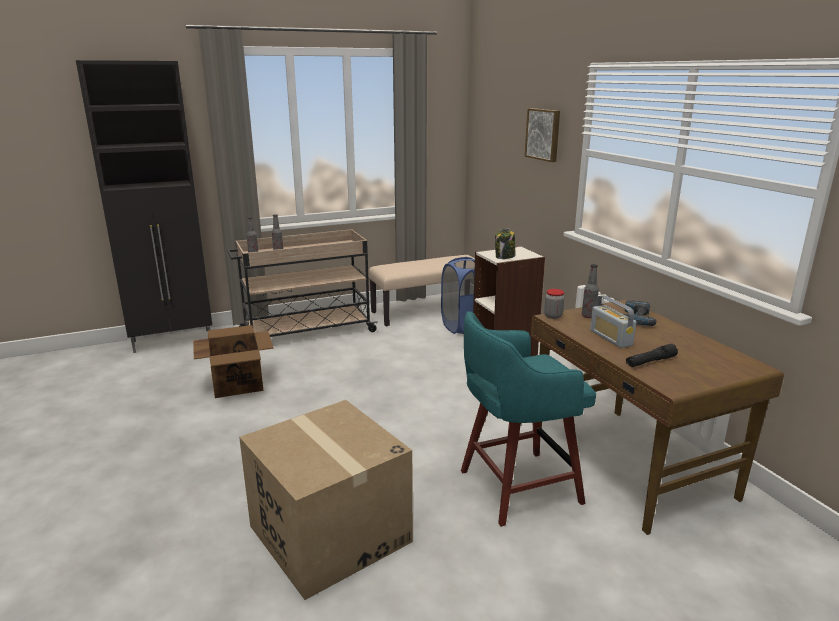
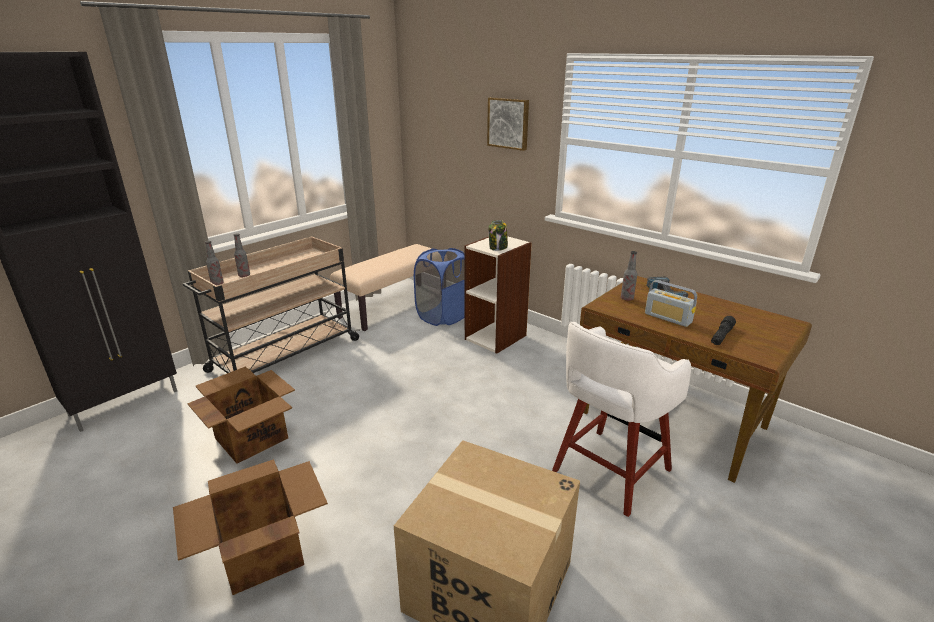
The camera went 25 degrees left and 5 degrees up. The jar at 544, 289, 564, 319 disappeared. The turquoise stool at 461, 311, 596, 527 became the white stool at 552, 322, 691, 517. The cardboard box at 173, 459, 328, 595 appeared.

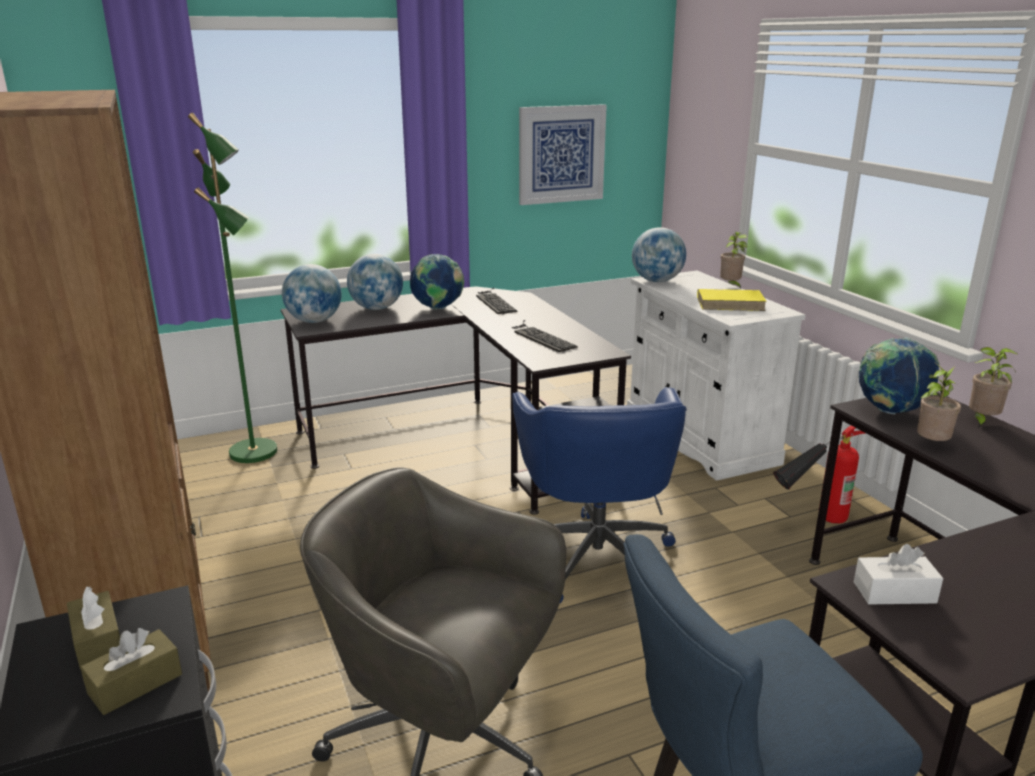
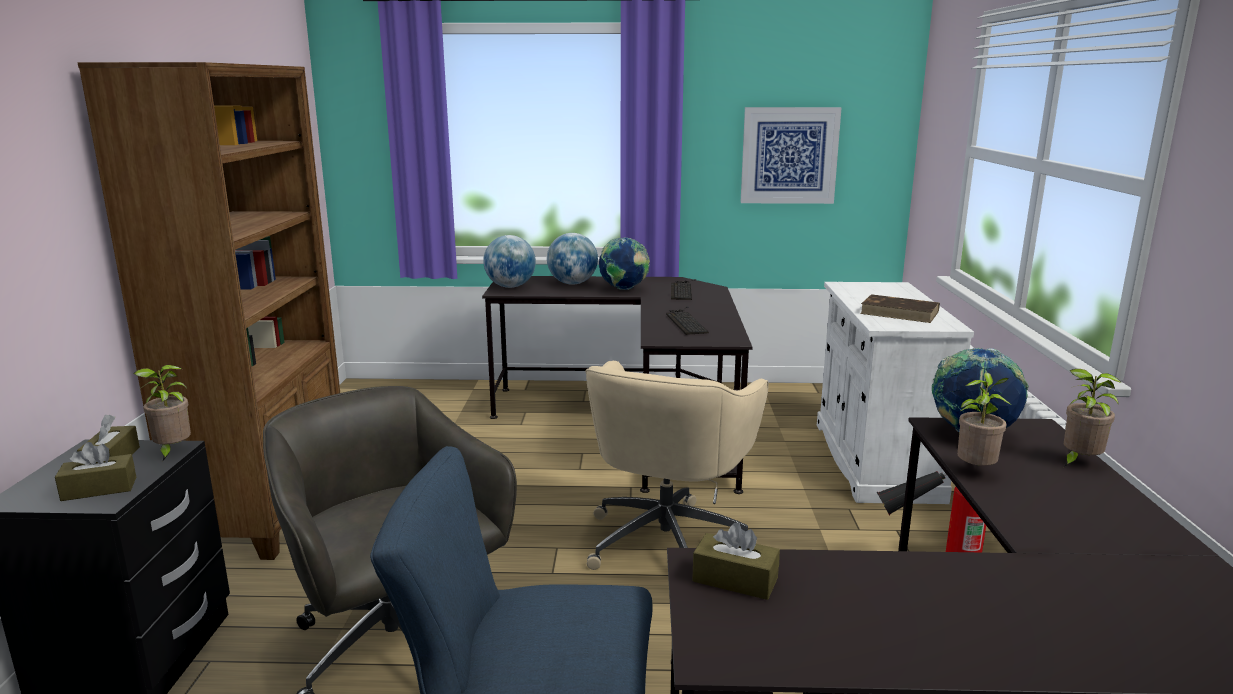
The camera went 25 degrees right and 5 degrees down. The green floor lamp at 188, 113, 277, 463 disappeared. The globe at 632, 227, 686, 282 disappeared. The potted plant moved from 720, 232, 747, 289 to 134, 365, 191, 461. The yellow book at 697, 289, 767, 311 became the brown book at 860, 294, 940, 323. The blue office chair at 512, 387, 687, 603 became the beige office chair at 585, 361, 769, 570. The white tissue box at 854, 544, 943, 604 became the brown tissue box at 692, 522, 780, 600.

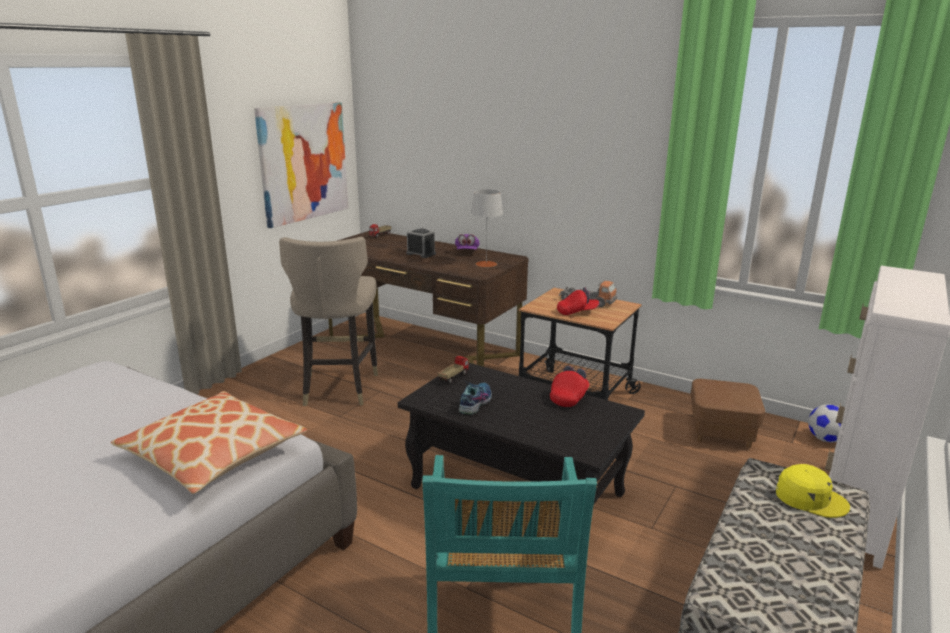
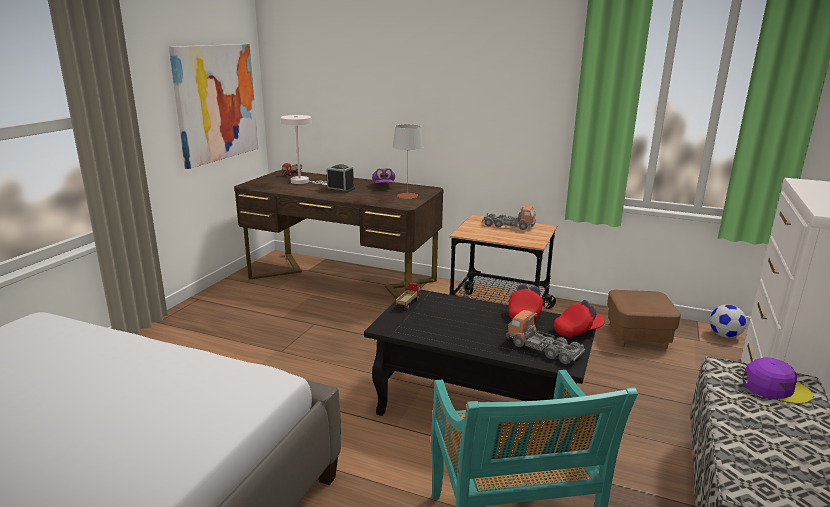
The camera went 10 degrees left and 0 degrees up. The beige stool at 279, 237, 378, 406 disappeared. The red cap moved from 557, 287, 599, 315 to 554, 300, 605, 338. The shoe at 459, 380, 492, 415 disappeared. The pillow at 111, 391, 307, 494 disappeared. The yellow cap at 776, 464, 850, 518 became the purple cap at 743, 357, 813, 404. The white table lamp at 280, 115, 327, 185 appeared. The toy truck at 506, 310, 585, 364 appeared.

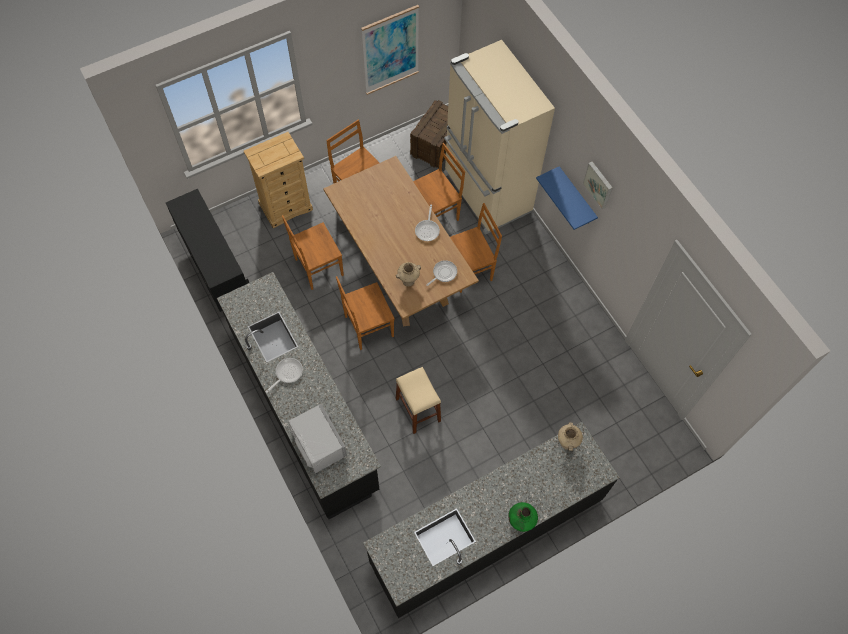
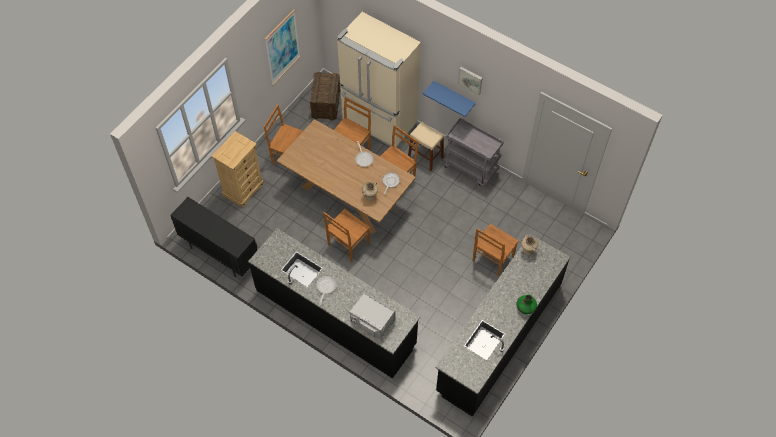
The camera went 25 degrees left and 5 degrees down. The brown chair moved from 282, 215, 344, 290 to 472, 224, 519, 277. The beige stool moved from 396, 367, 441, 434 to 408, 122, 444, 171. The grey cart at 444, 118, 504, 186 appeared.

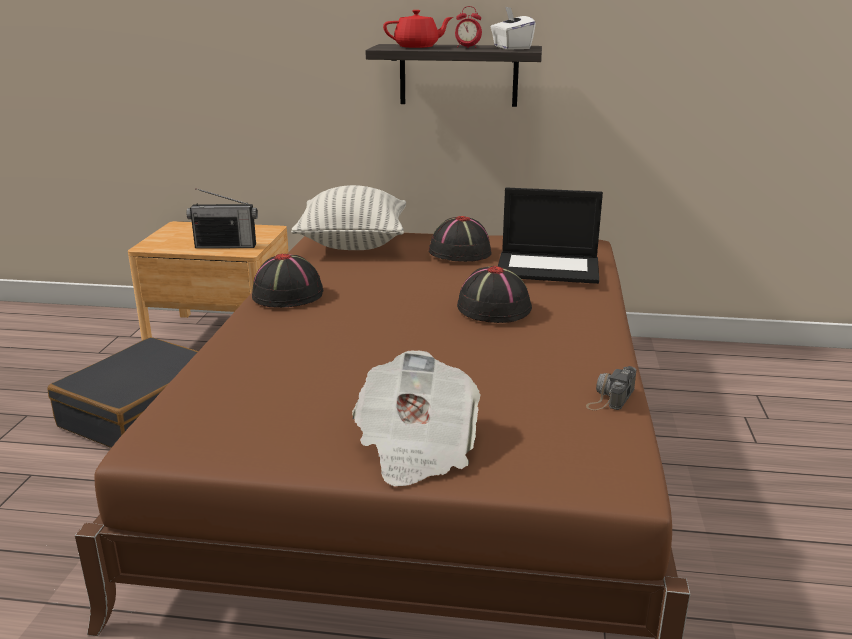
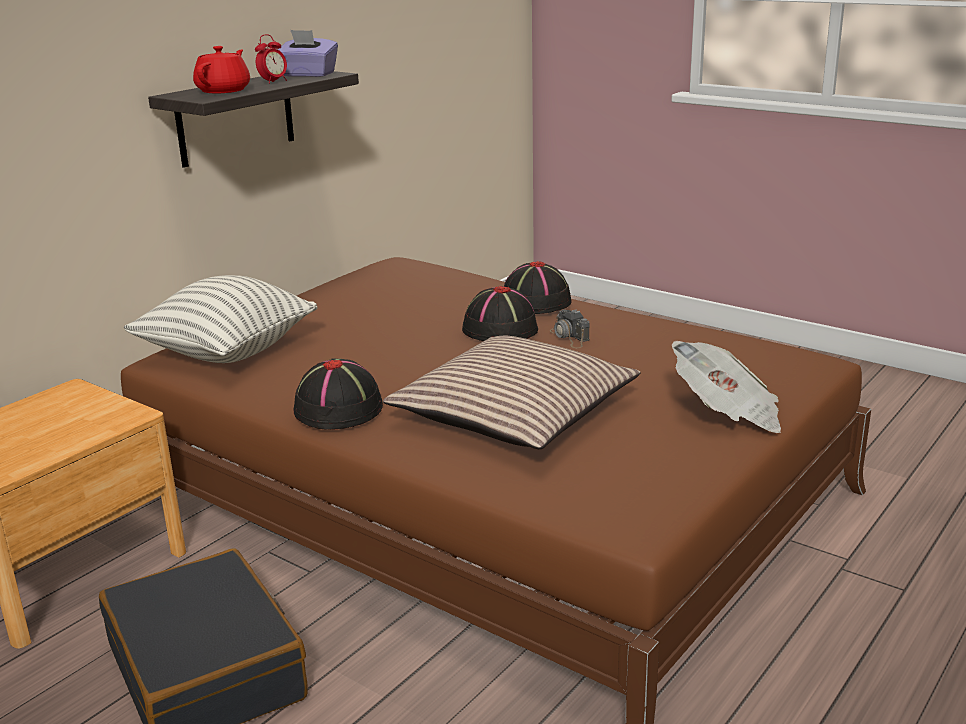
The camera went 60 degrees left and 0 degrees up. The white tissue box at 491, 6, 536, 50 became the purple tissue box at 278, 30, 338, 77. The laptop at 498, 187, 603, 284 disappeared. The radio at 186, 188, 258, 248 disappeared. The black hat moved from 429, 216, 492, 262 to 504, 261, 572, 314. The photo camera moved from 586, 366, 636, 410 to 550, 309, 589, 348. The pillow at 383, 336, 640, 449 appeared.

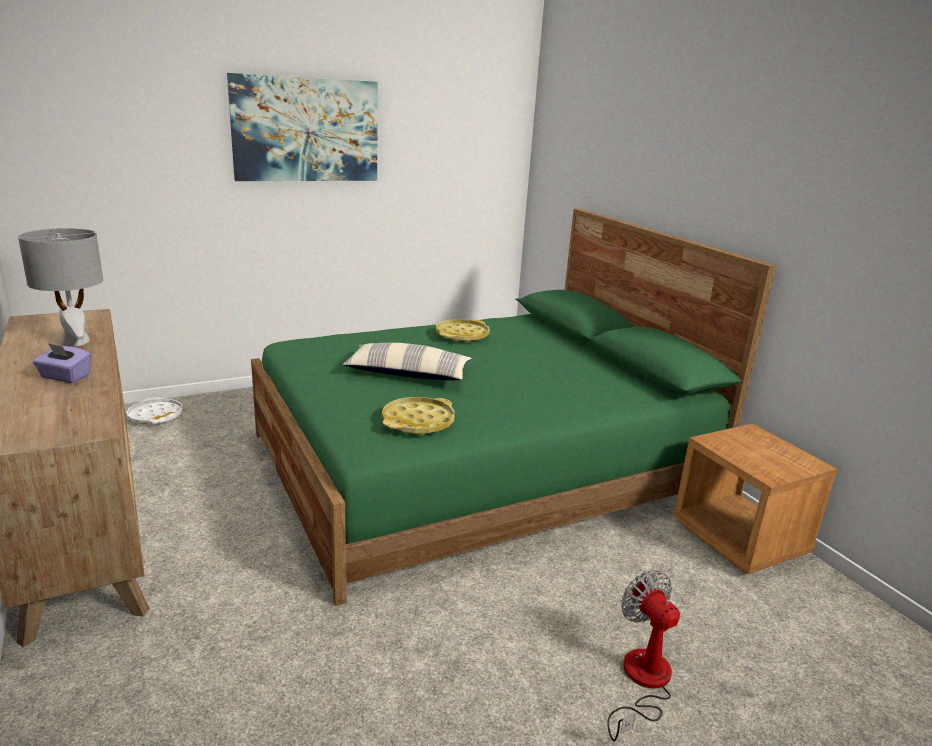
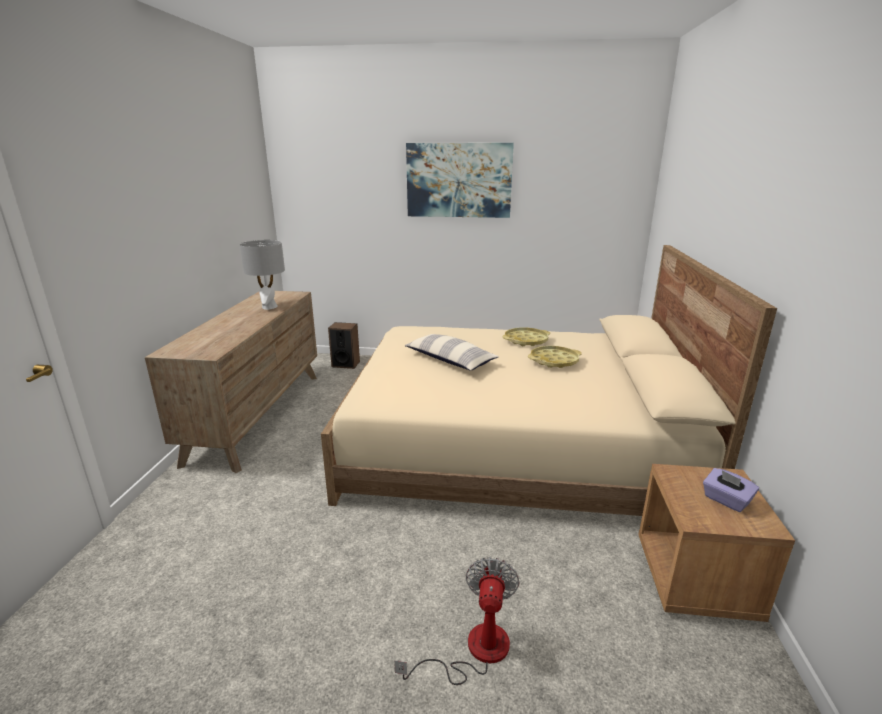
The camera went 35 degrees right and 0 degrees up. The green bed at 251, 209, 776, 606 became the beige bed at 321, 245, 777, 516. The purple tissue box moved from 33, 343, 92, 383 to 703, 468, 759, 512. The white tray at 127, 397, 183, 425 was replaced by the speaker at 328, 322, 360, 369. The yellow tray moved from 382, 397, 455, 435 to 528, 346, 582, 368.

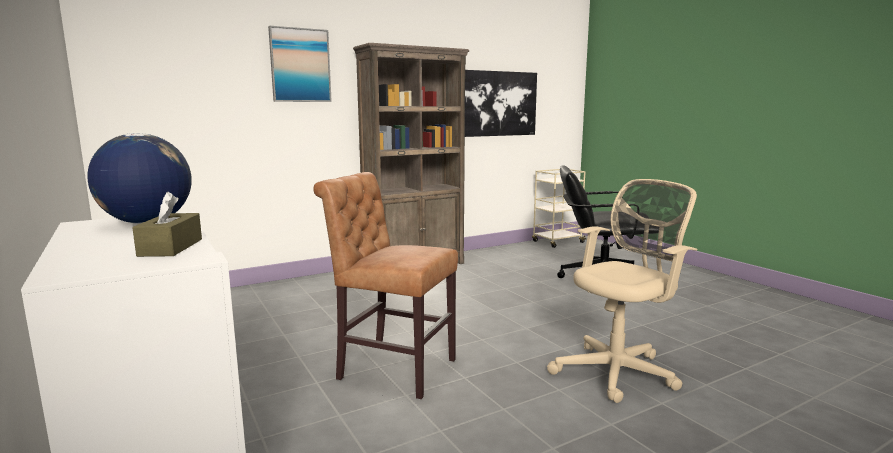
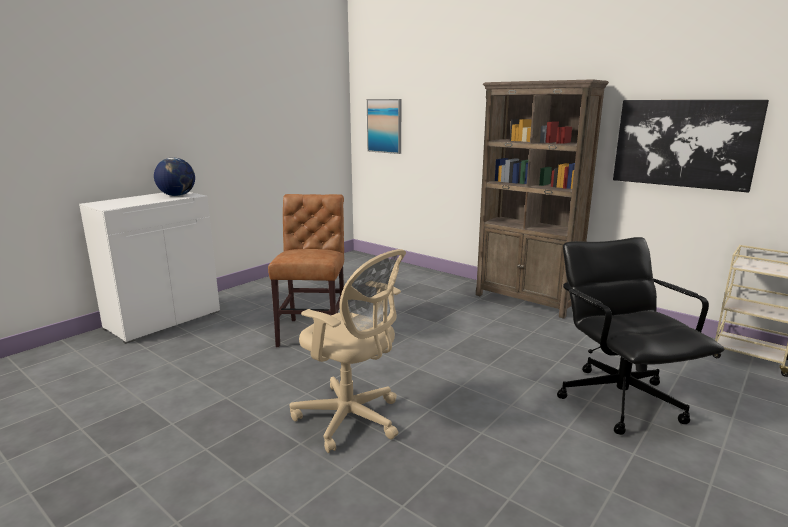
The camera went 70 degrees right and 5 degrees up. The picture moved from 268, 26, 332, 102 to 367, 99, 401, 154. The brown tissue box at 132, 192, 202, 257 disappeared.

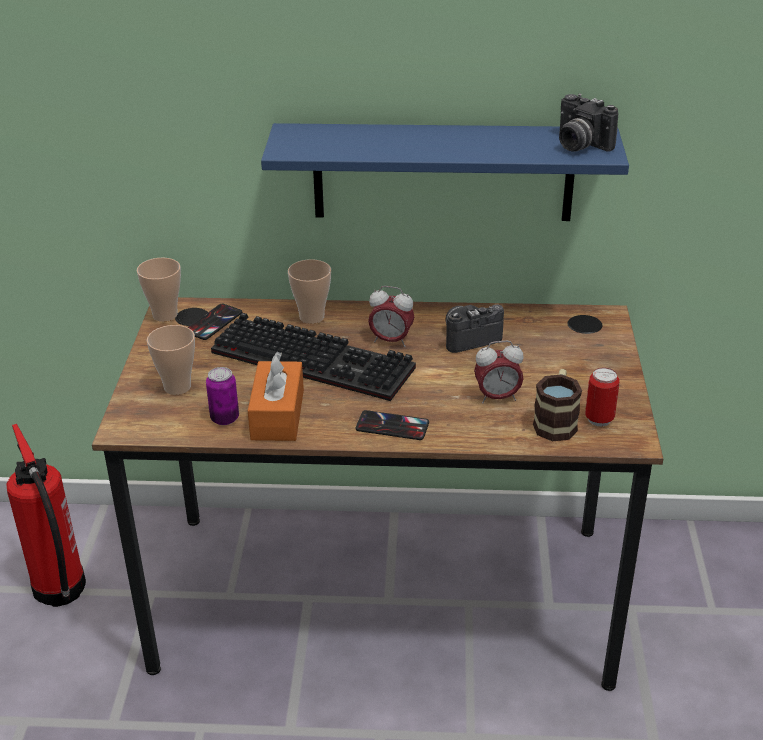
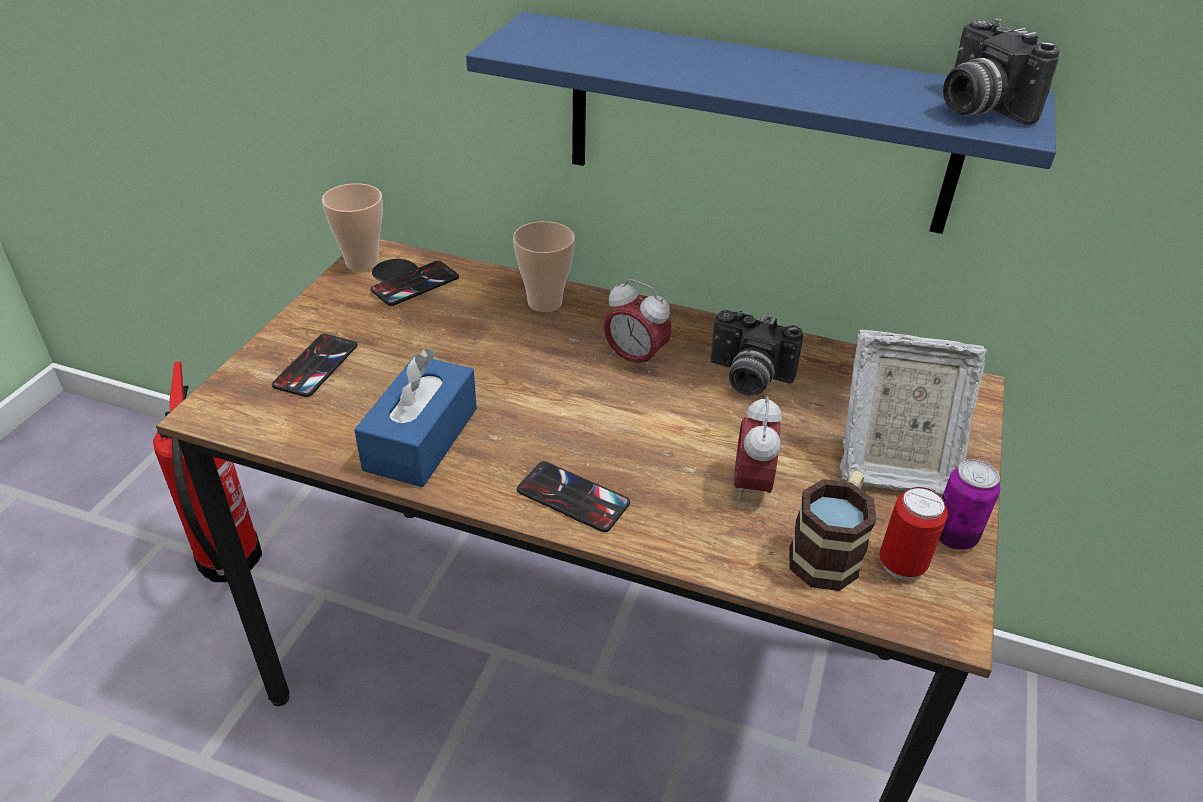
The camera went 15 degrees right and 5 degrees up. The photo camera at 446, 304, 504, 353 turned 150 degrees counterclockwise. The keyboard at 211, 313, 416, 401 disappeared. The cup at 147, 325, 195, 395 was replaced by the phone at 272, 334, 357, 397. The alarm clock at 474, 341, 524, 404 turned 90 degrees clockwise. The orange tissue box at 248, 352, 304, 441 became the blue tissue box at 354, 348, 477, 487. The can moved from 206, 367, 239, 425 to 939, 460, 1000, 550. The picture frame at 839, 330, 987, 497 appeared.

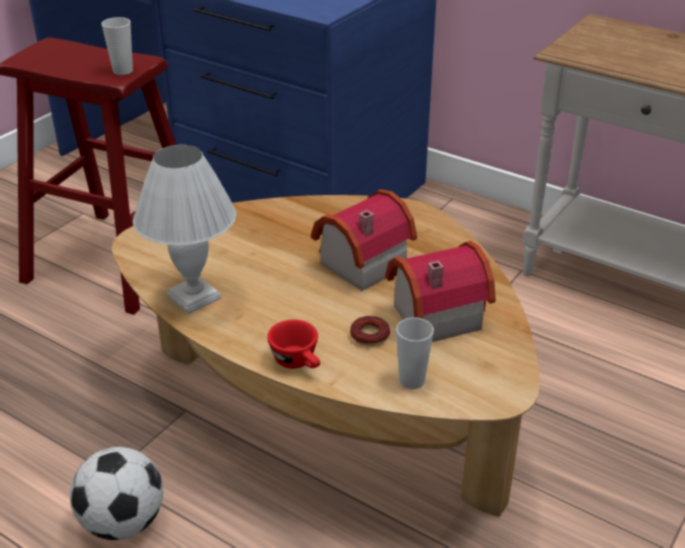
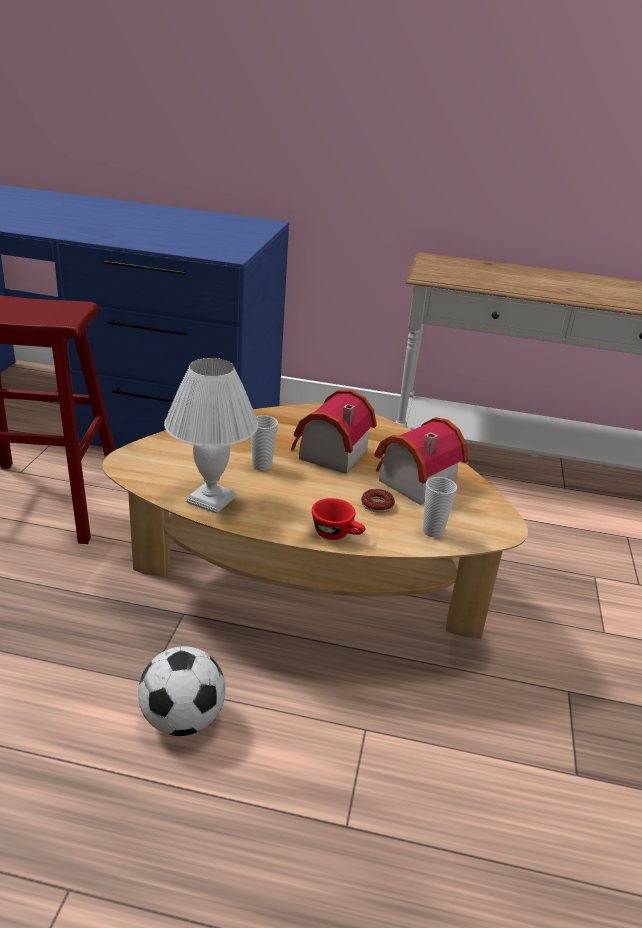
The camera went 25 degrees left and 5 degrees down. The cup moved from 102, 17, 133, 75 to 251, 415, 278, 471.

